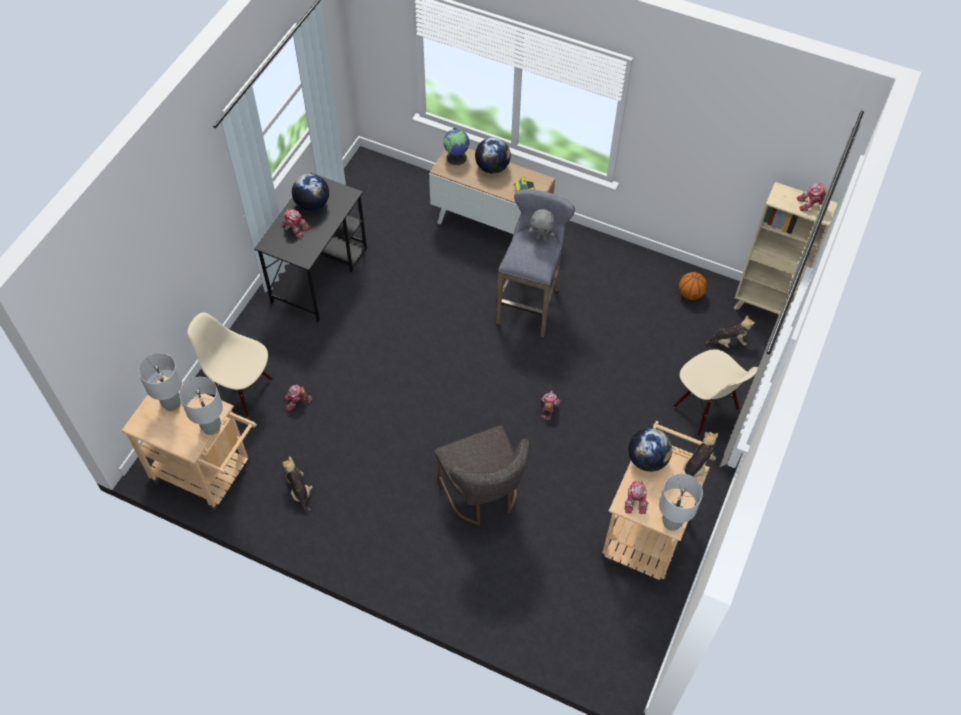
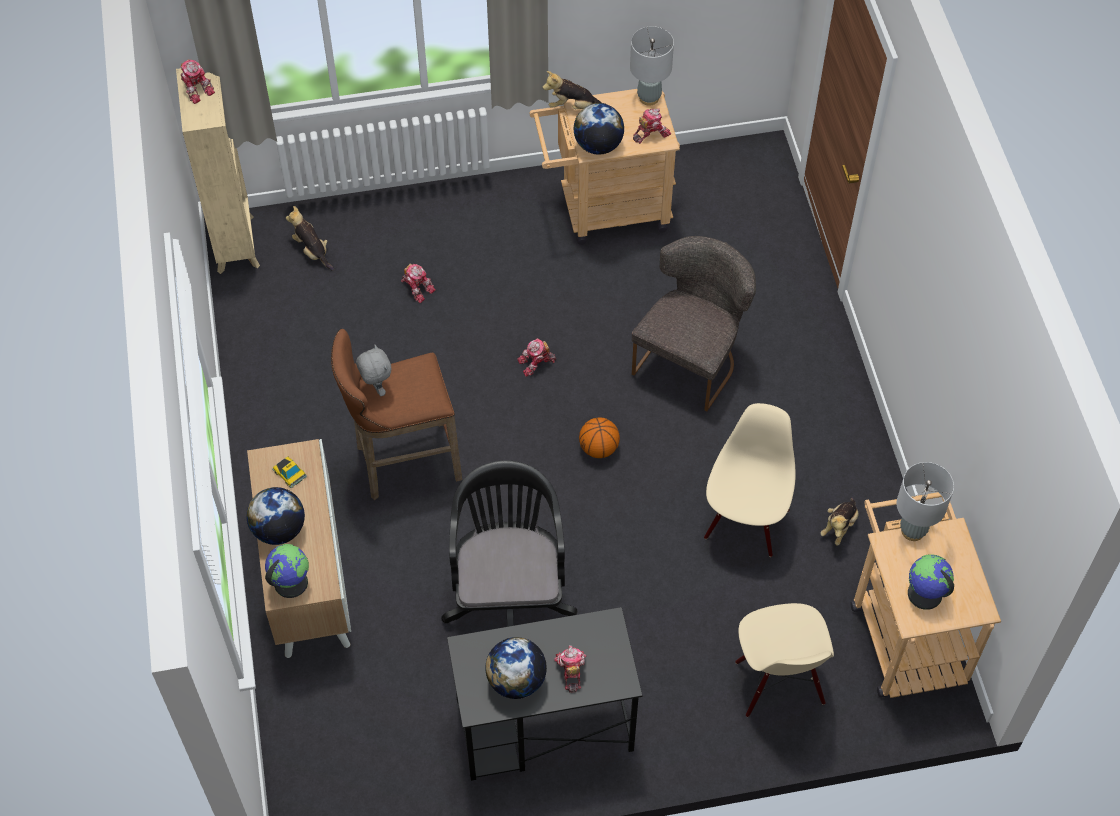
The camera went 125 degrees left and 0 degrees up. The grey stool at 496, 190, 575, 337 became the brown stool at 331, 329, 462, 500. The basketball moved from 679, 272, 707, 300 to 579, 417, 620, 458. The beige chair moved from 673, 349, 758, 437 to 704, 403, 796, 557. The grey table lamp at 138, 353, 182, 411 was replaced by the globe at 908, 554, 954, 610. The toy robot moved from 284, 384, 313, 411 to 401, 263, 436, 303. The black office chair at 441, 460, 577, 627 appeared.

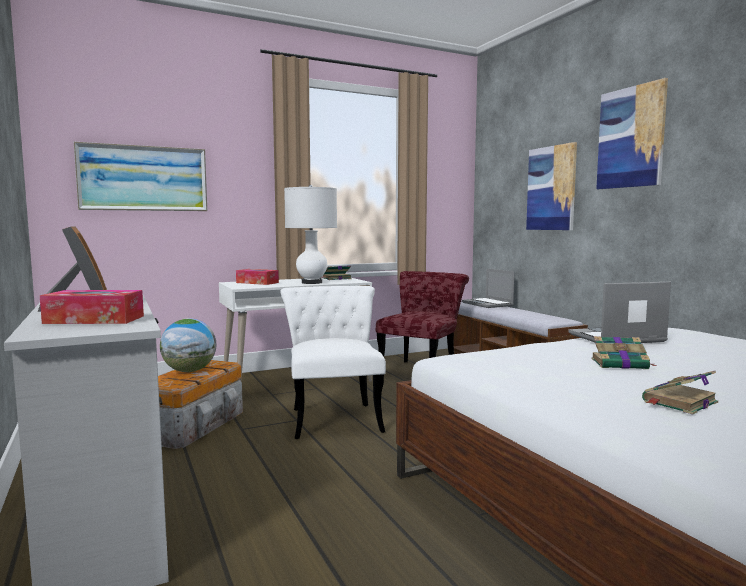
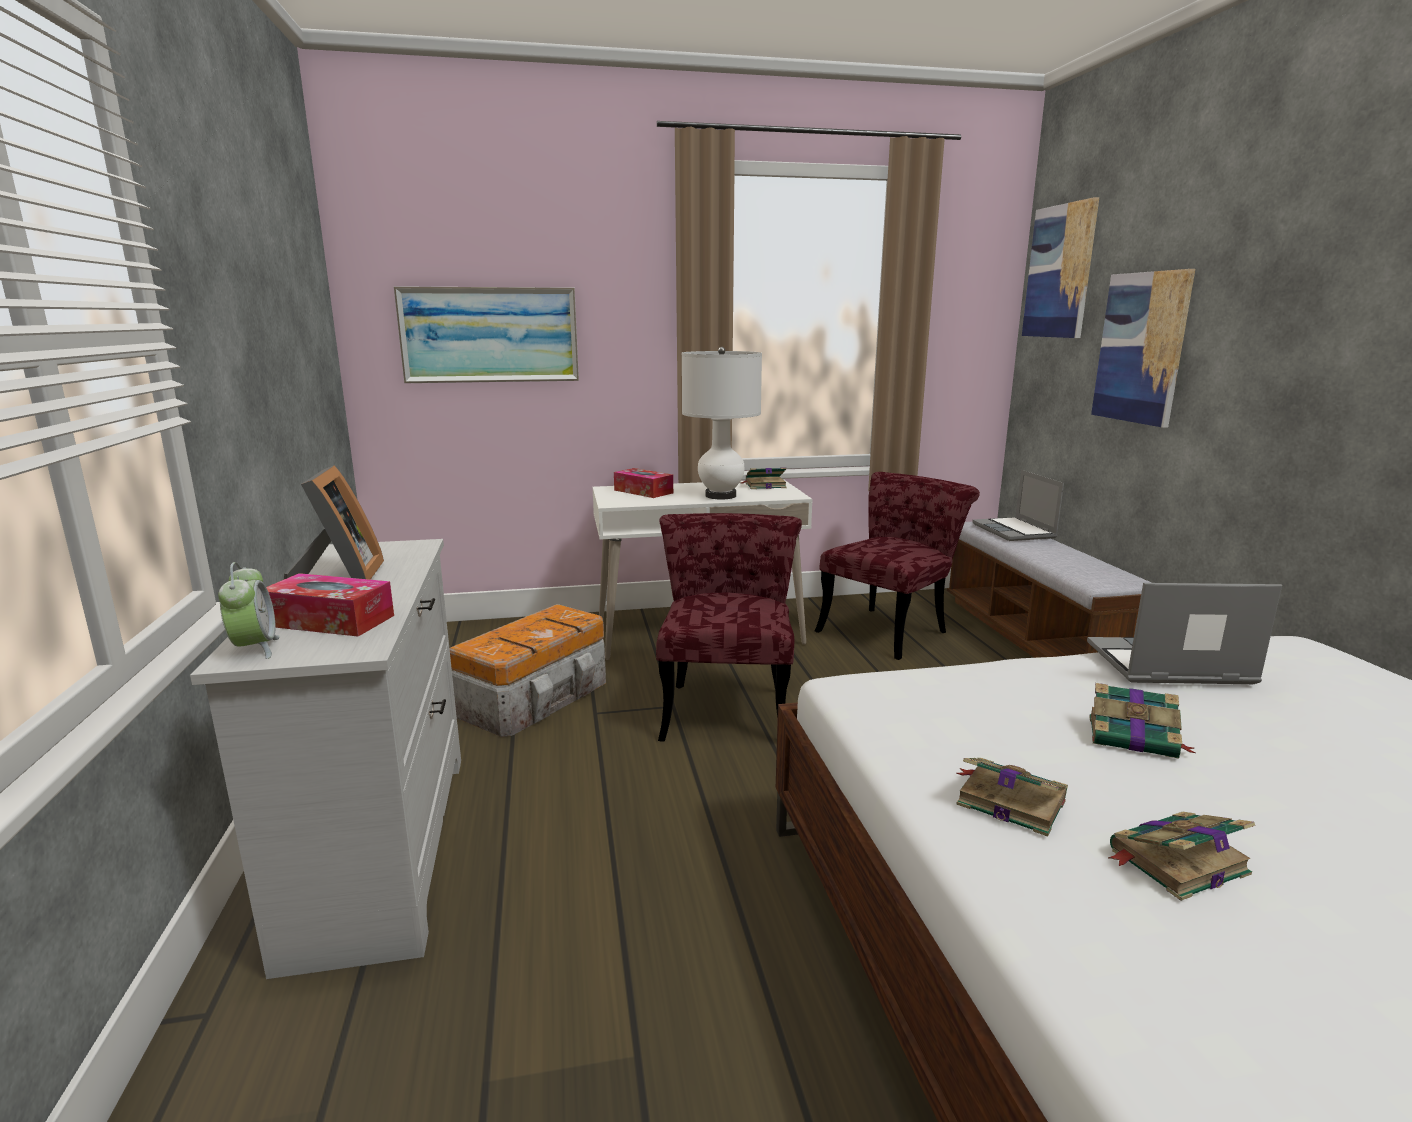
The camera went 15 degrees right and 10 degrees up. The picture moved from 596, 78, 668, 189 to 1022, 197, 1099, 338. The white chair at 281, 286, 386, 439 became the red chair at 656, 513, 802, 742. The globe at 160, 318, 216, 372 disappeared. The alarm clock at 218, 562, 280, 659 appeared. The book at 956, 758, 1068, 837 appeared.

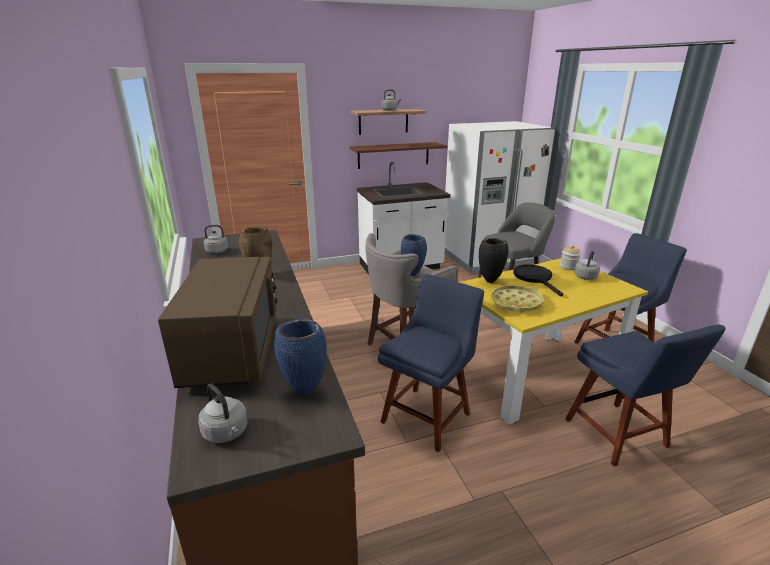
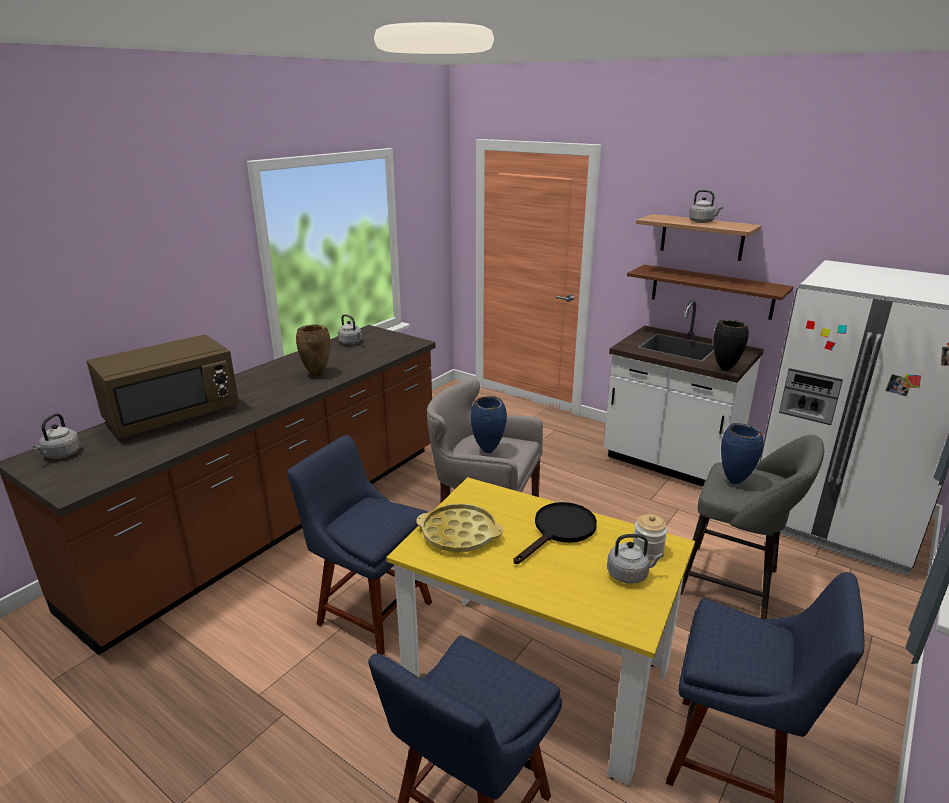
The camera went 55 degrees right and 0 degrees up. The black vase moved from 479, 238, 508, 283 to 714, 320, 749, 371. The blue chair at 378, 274, 484, 452 turned 150 degrees counterclockwise. The blue vase moved from 274, 319, 327, 396 to 721, 423, 763, 484.

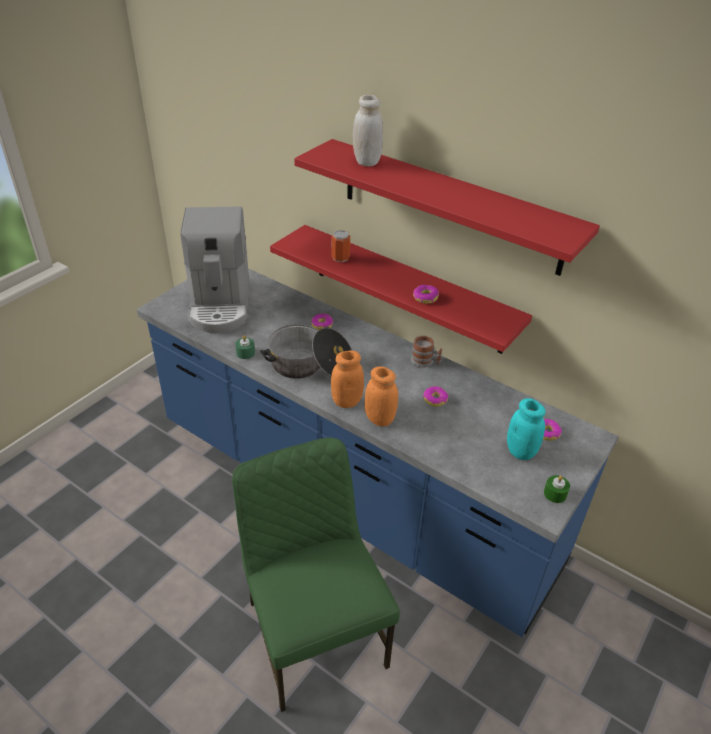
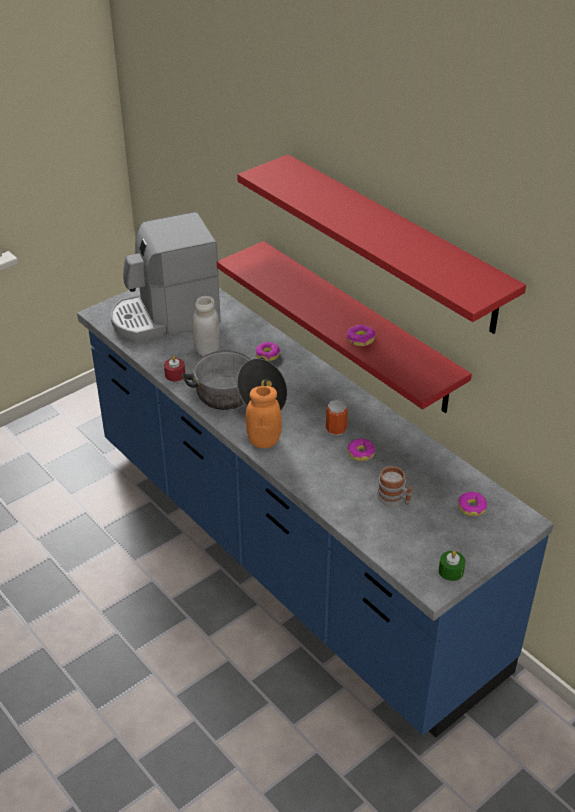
The camera went 15 degrees right and 0 degrees up. The white jar moved from 353, 95, 383, 166 to 192, 296, 220, 356. The coffee machine at 180, 207, 249, 333 turned 60 degrees clockwise. The can moved from 332, 230, 350, 262 to 326, 400, 348, 436. The green candle at 235, 335, 255, 359 became the red candle at 164, 355, 185, 381. The mug moved from 411, 336, 442, 368 to 377, 466, 412, 506. The orange jar at 365, 366, 398, 426 disappeared. The turquoise jar at 507, 398, 546, 460 disappeared. The green chair at 232, 438, 400, 712 disappeared.

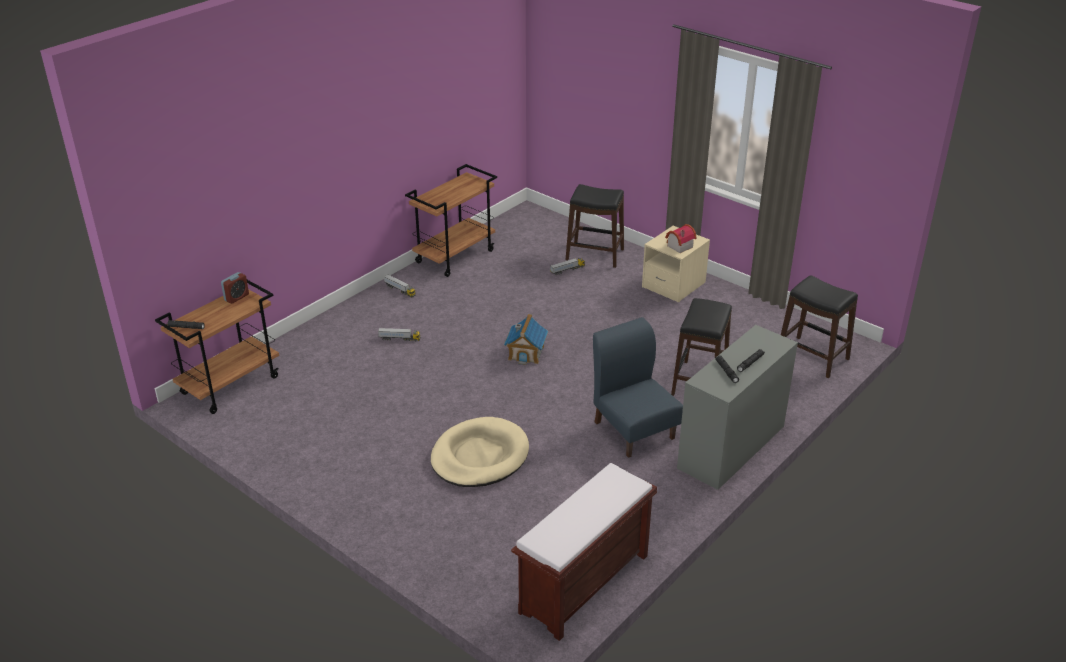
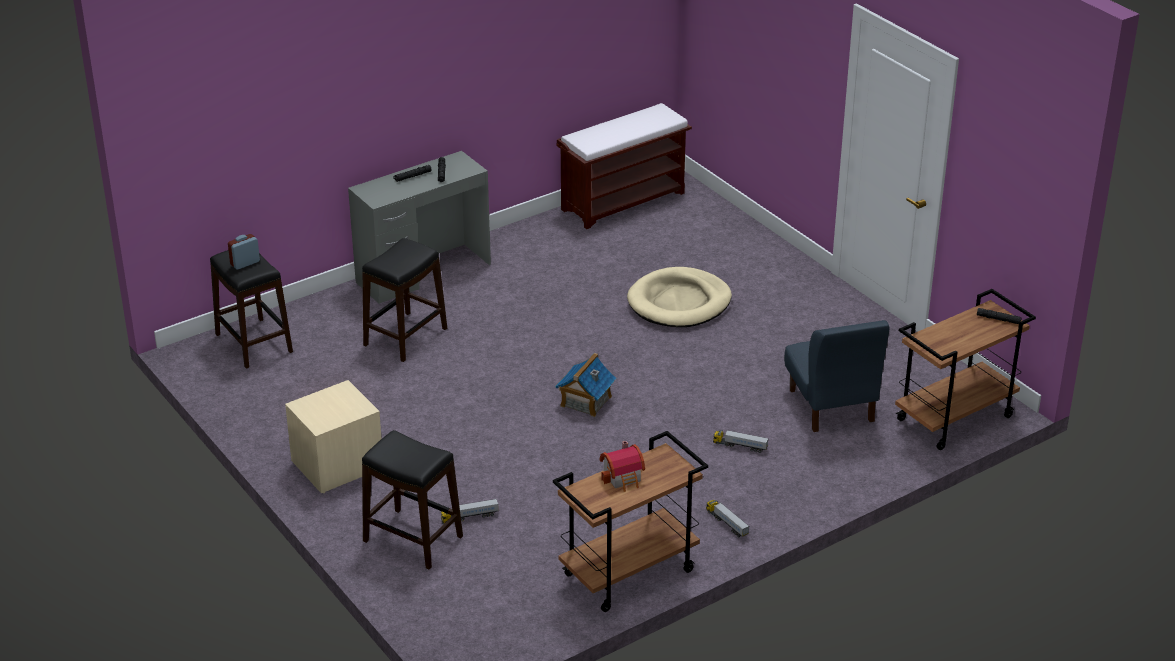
The camera went 165 degrees left and 0 degrees up. The toy house moved from 665, 224, 697, 253 to 600, 441, 645, 492. The alarm clock moved from 221, 272, 249, 304 to 228, 234, 260, 269. The blue chair moved from 593, 317, 683, 458 to 784, 320, 889, 432.

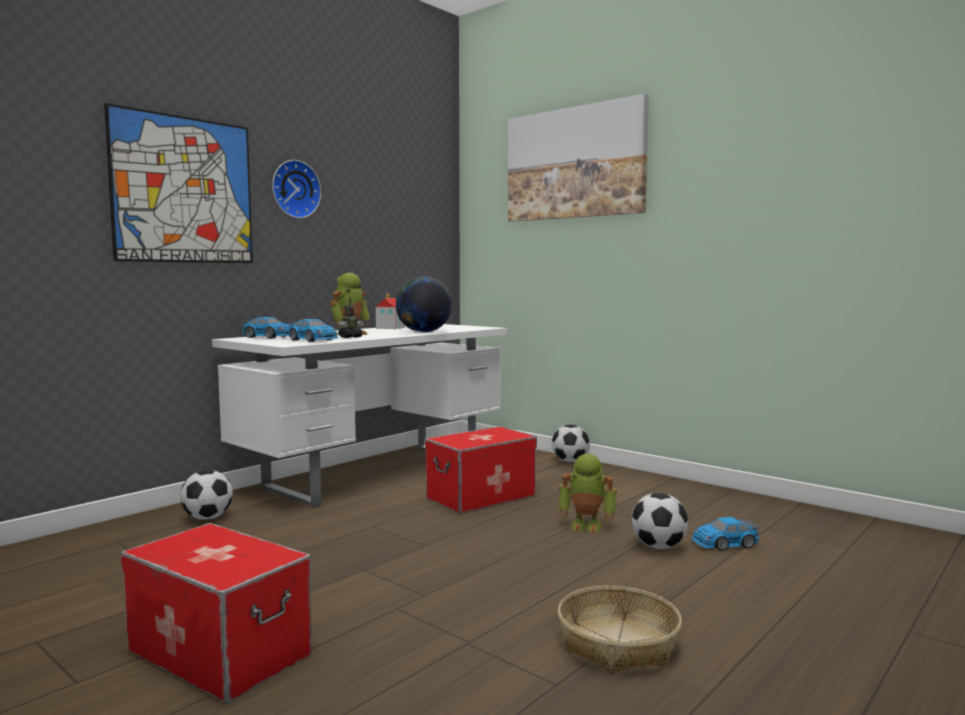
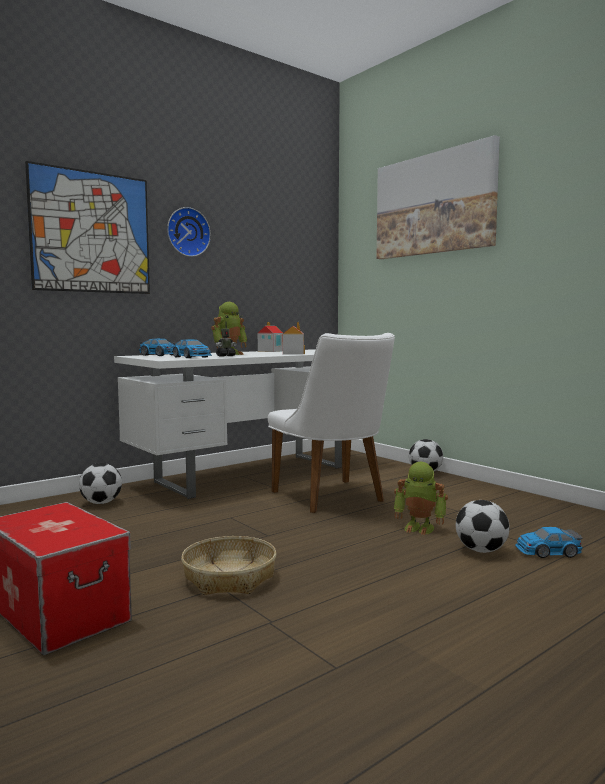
The camera went 10 degrees right and 0 degrees up. The globe at 396, 276, 452, 332 was replaced by the toy house at 282, 322, 305, 355. The storage box at 425, 427, 537, 514 was replaced by the white chair at 268, 333, 395, 513. The basket moved from 558, 586, 682, 673 to 181, 536, 276, 595.

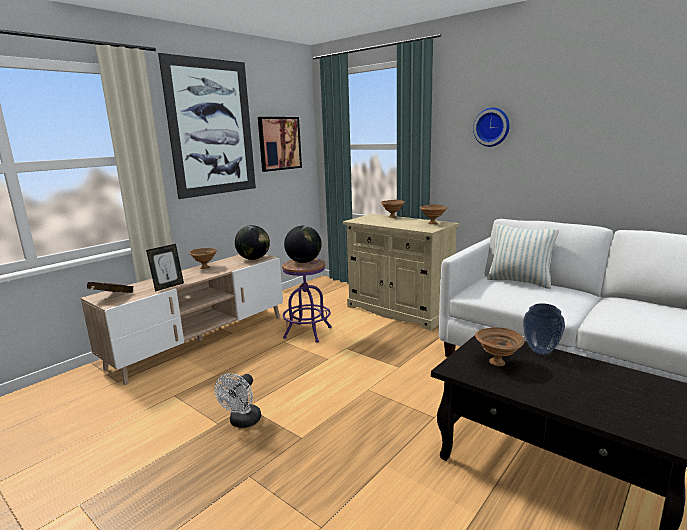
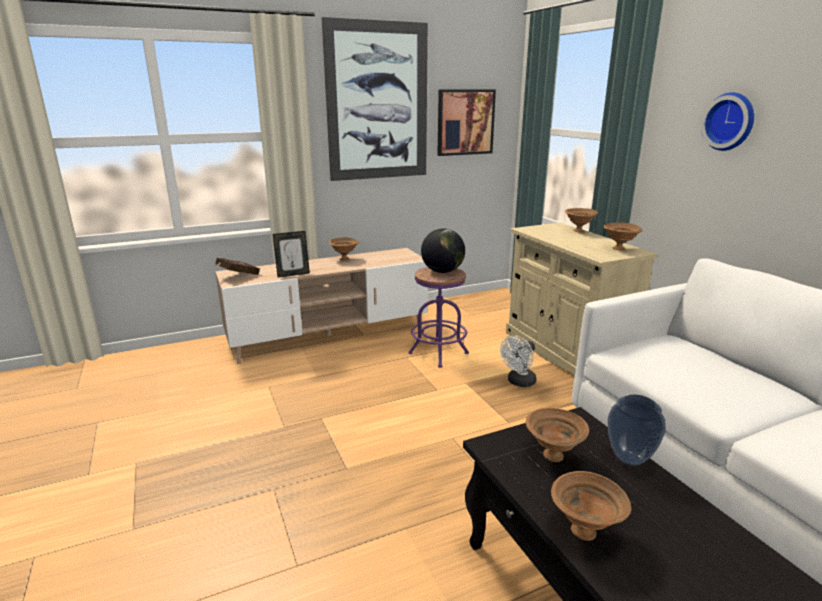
The camera went 25 degrees right and 5 degrees up. The pillow at 487, 224, 559, 289 disappeared. The globe at 235, 225, 270, 260 disappeared. The white fan moved from 215, 373, 261, 428 to 500, 335, 537, 387. The brown bowl at 551, 471, 631, 541 appeared.

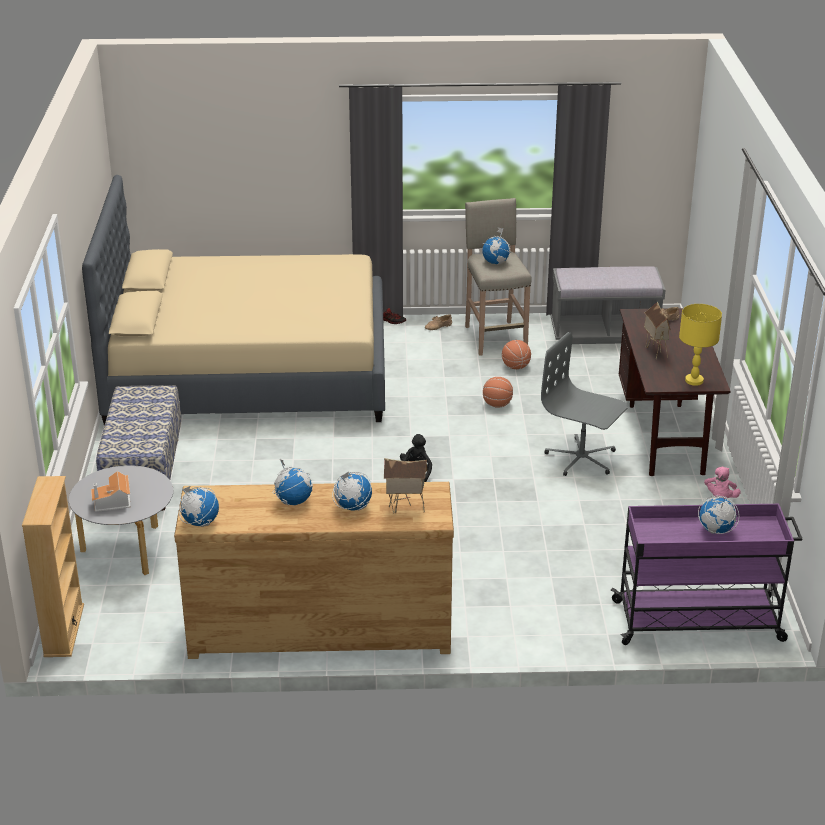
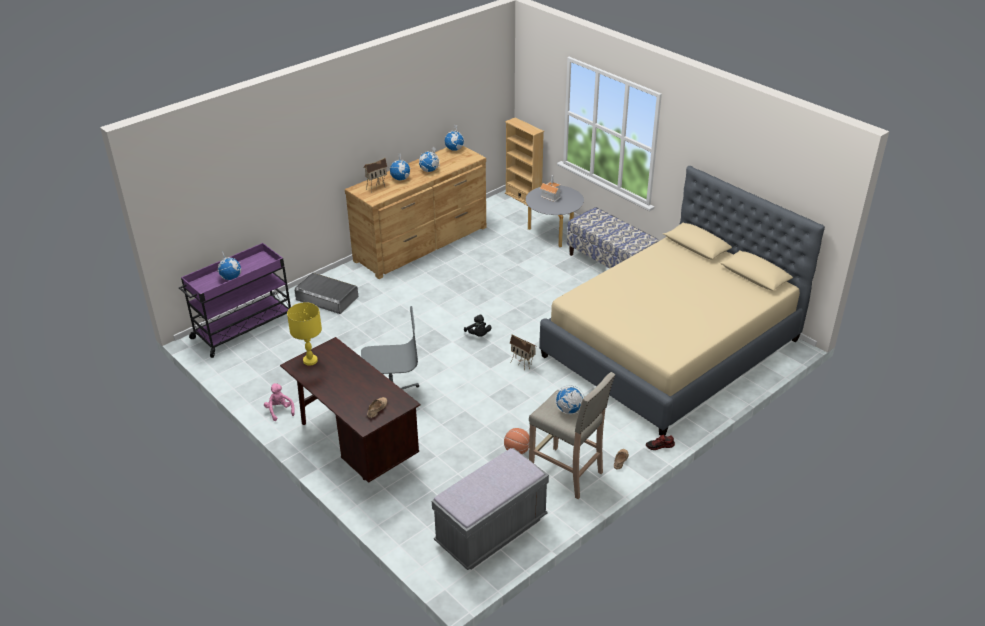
The camera went 140 degrees right and 5 degrees up. The toy house moved from 644, 302, 670, 359 to 510, 334, 536, 370. The basketball at 483, 377, 513, 407 disappeared. The grey storage box at 294, 273, 358, 314 appeared.

